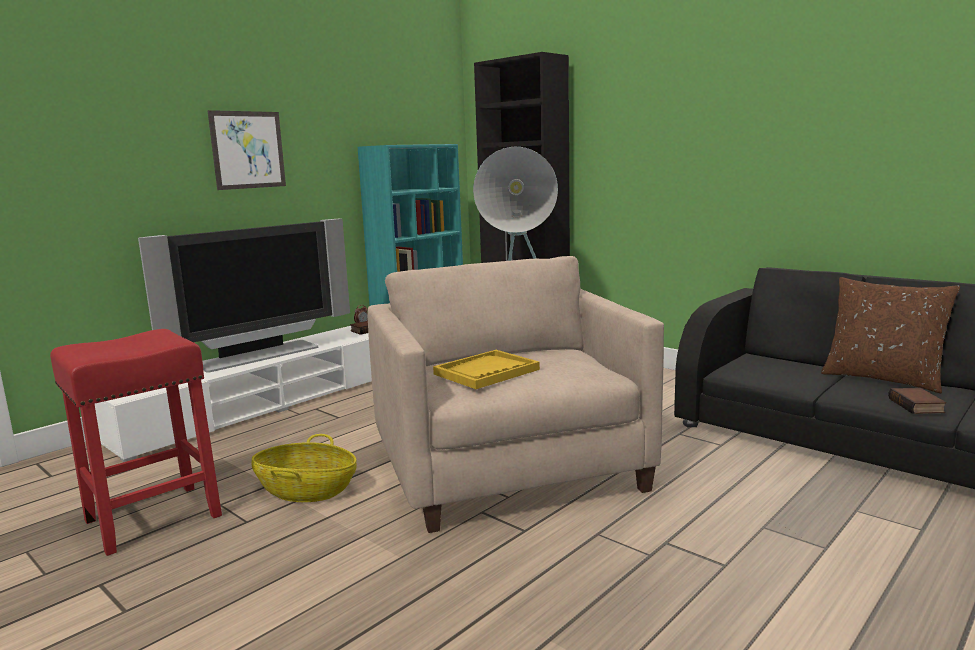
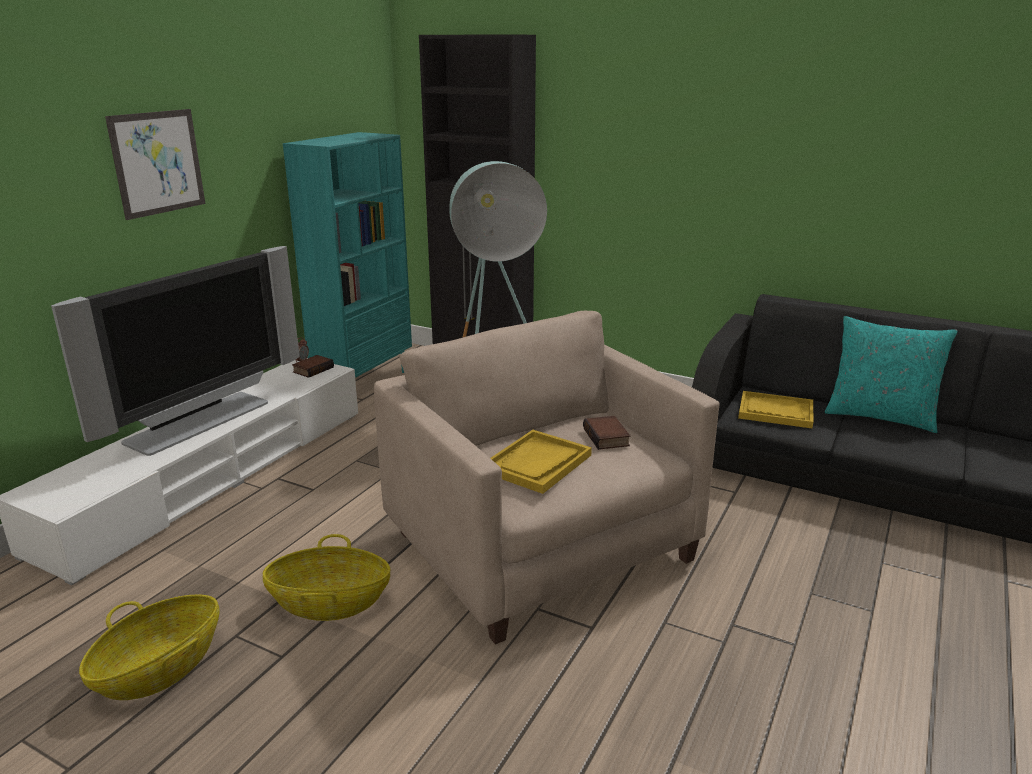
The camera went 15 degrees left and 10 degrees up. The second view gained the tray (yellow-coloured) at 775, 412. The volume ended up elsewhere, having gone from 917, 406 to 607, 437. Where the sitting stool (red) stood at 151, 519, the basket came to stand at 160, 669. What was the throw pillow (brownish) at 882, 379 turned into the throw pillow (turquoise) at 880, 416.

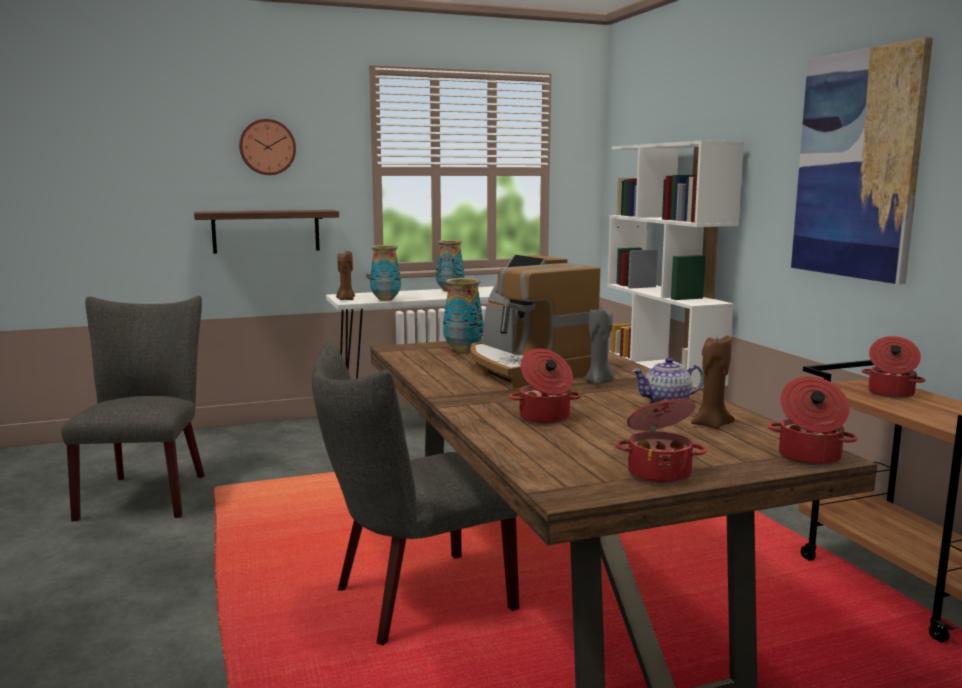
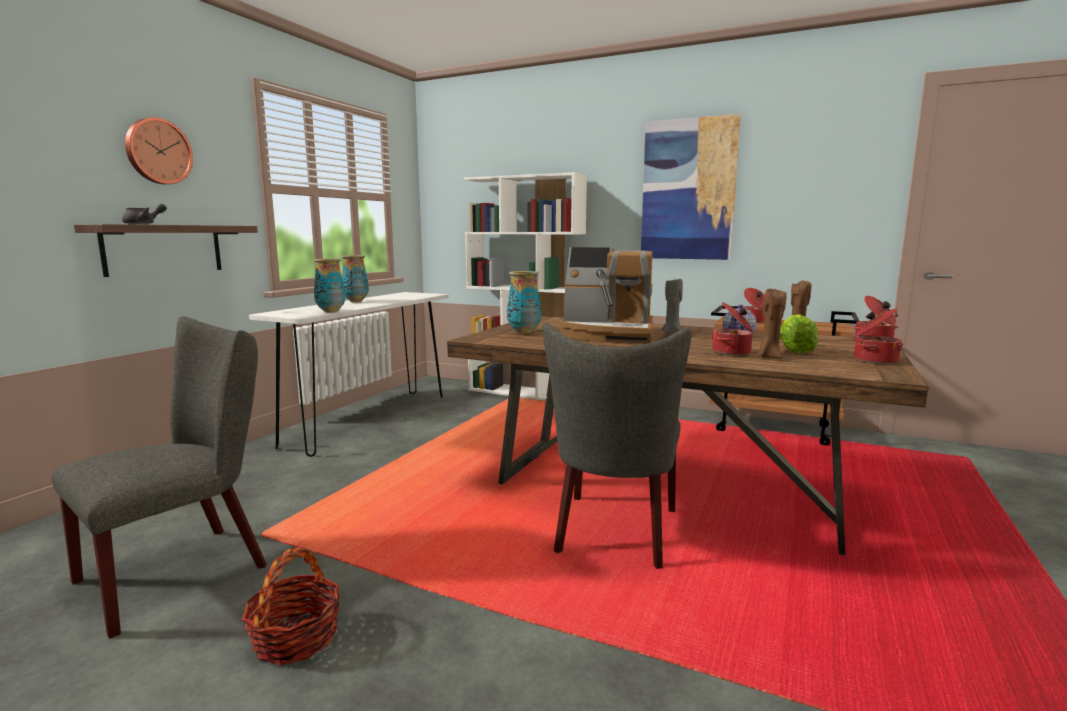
The camera went 45 degrees left and 0 degrees up. The second view gained the teapot (gray) at 144, 224. The second view gained the basket at 296, 638. The second view gained the lettuce head at 794, 351. The candle (brownish) ended up elsewhere, having gone from 345, 299 to 769, 357. The chair (gray) at 147, 493 ended up facing another way, 90 degrees clockwise from before.

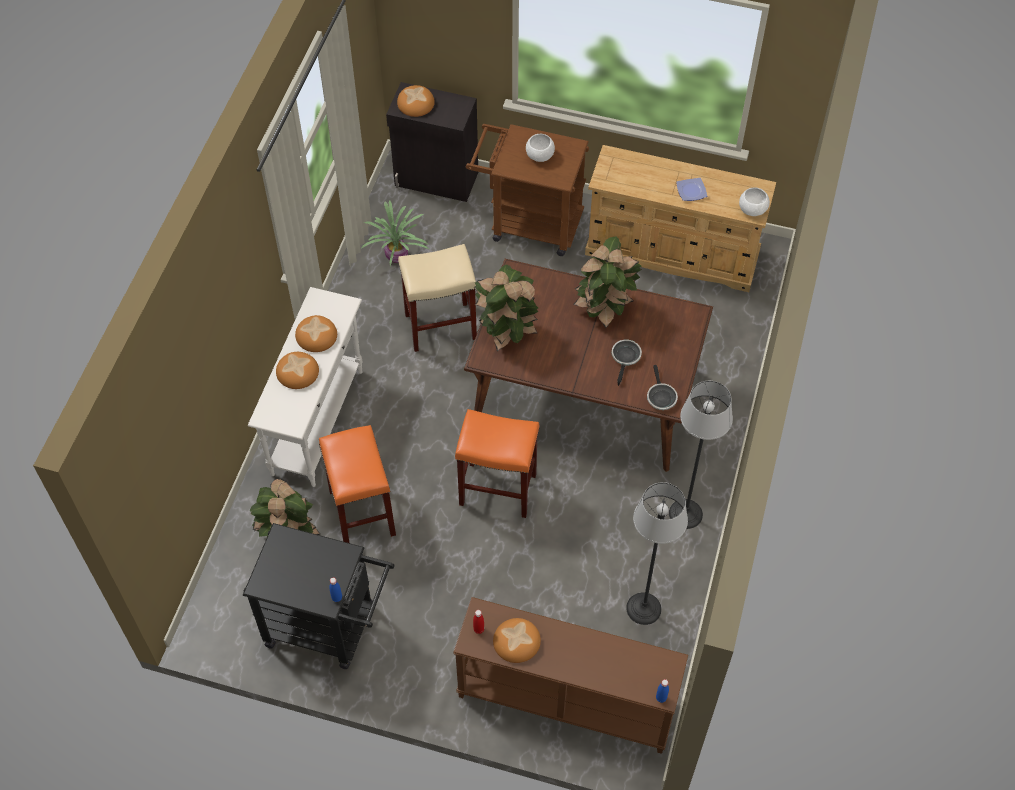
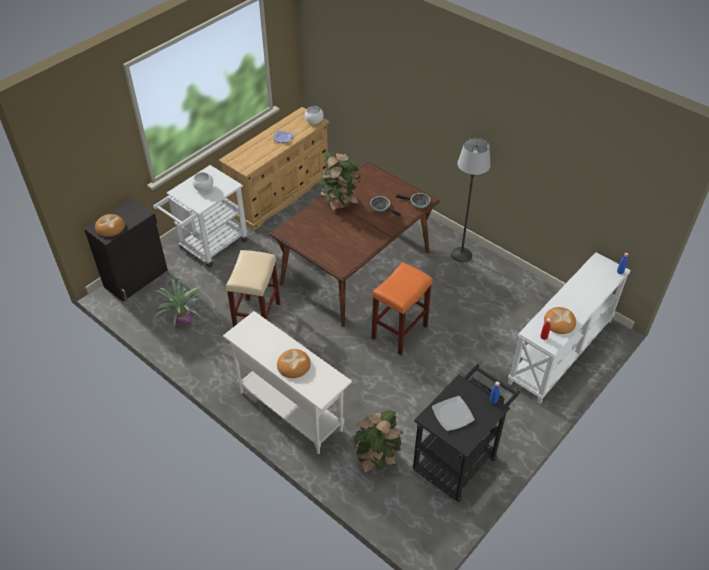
The camera went 65 degrees left and 10 degrees down. The second view lost the baked bread at 317, 336. The second view lost the sitting stool (orange-coloured) at 361, 512. The second view lost the plant in a pot at 506, 331. The second view lost the floor lamp at 643, 608. The second view gained the dinner plate at 452, 415. What was the console table (brownish) at 565, 700 turned into the console table (white) at 561, 352. What was the trolley (brownish) at 528, 223 turned into the trolley (white) at 209, 247.

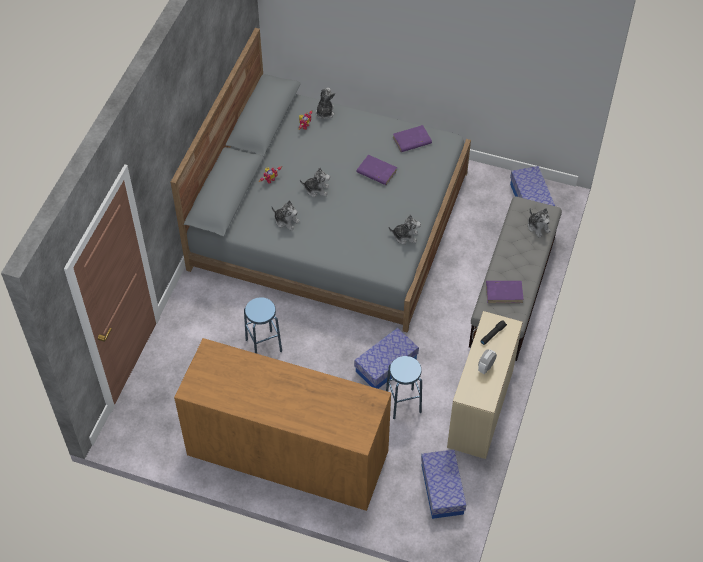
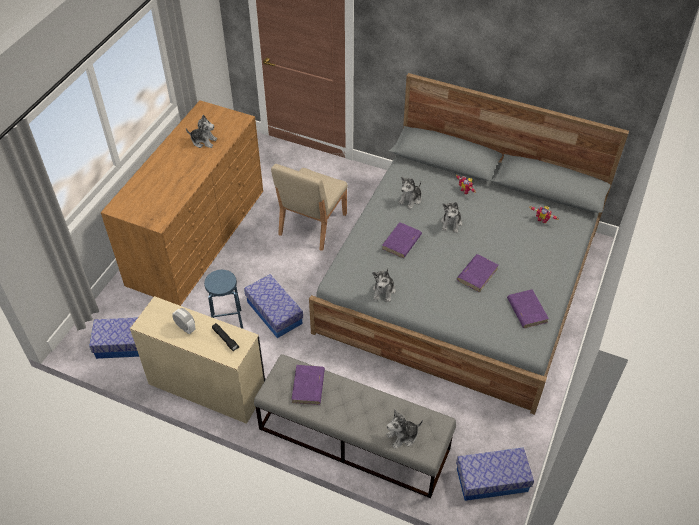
The camera went 95 degrees right and 5 degrees down. The second view gained the volume (purple) at 401, 242. The plush toy ended up elsewhere, having gone from 324, 112 to 203, 141. Where the sitting stool (blue-coloured) stood at 264, 345, the chair (beige) came to stand at 312, 225.

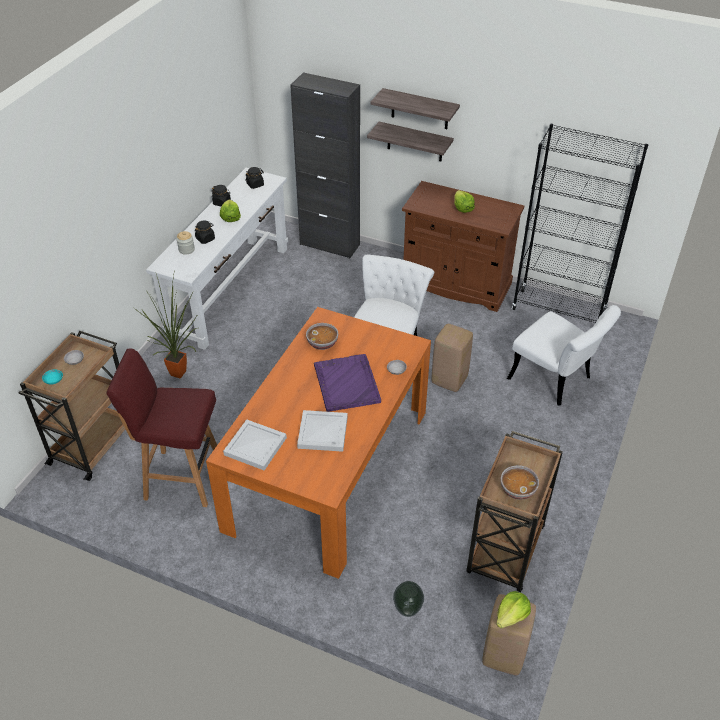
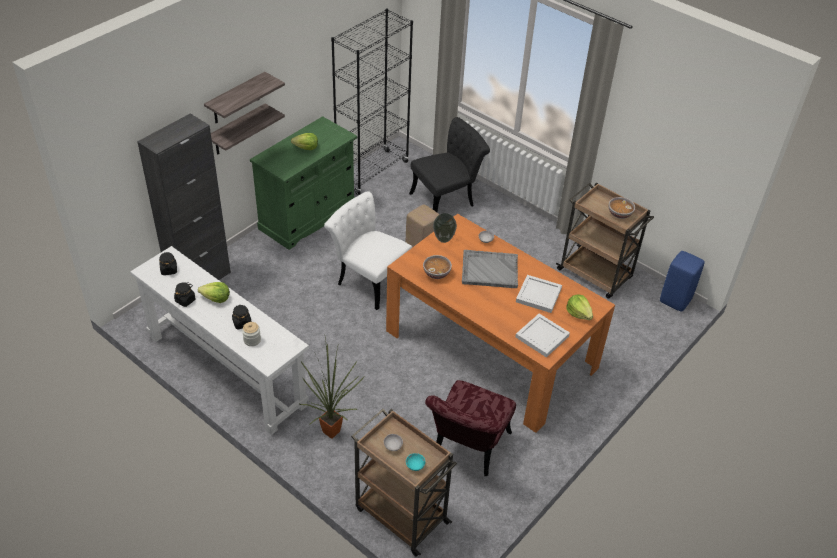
The camera went 75 degrees left and 0 degrees up. The decorative vase ended up elsewhere, having gone from 407, 610 to 444, 239. The lettuce head ended up elsewhere, having gone from 511, 616 to 578, 313. Where the sitting stool (red) stood at 181, 477, the chair (red) came to stand at 468, 450. What was the tray (purple) at 346, 383 turned into the tray (gray) at 489, 270. What was the storage cabinet (brownish) at 456, 284 turned into the storage cabinet (greenish) at 308, 216. What was the sitting stool (beige) at 504, 655 turned into the sitting stool (blue-coloured) at 675, 300. What was the chair (white) at 555, 381 turned into the chair (black-coloured) at 447, 199.

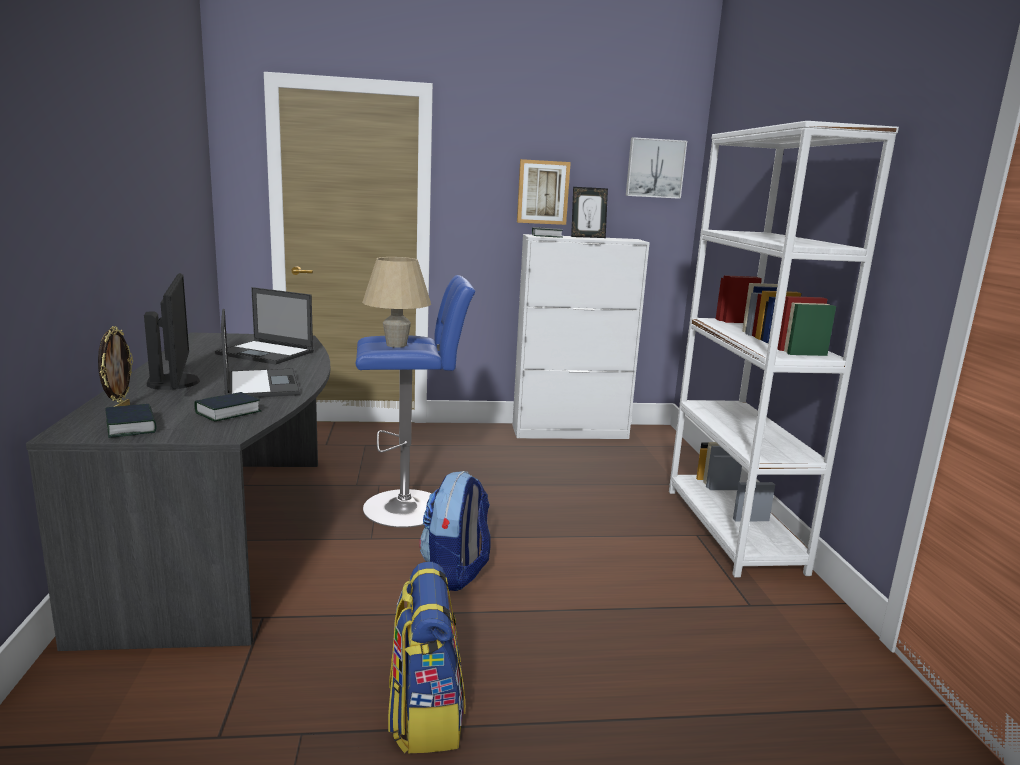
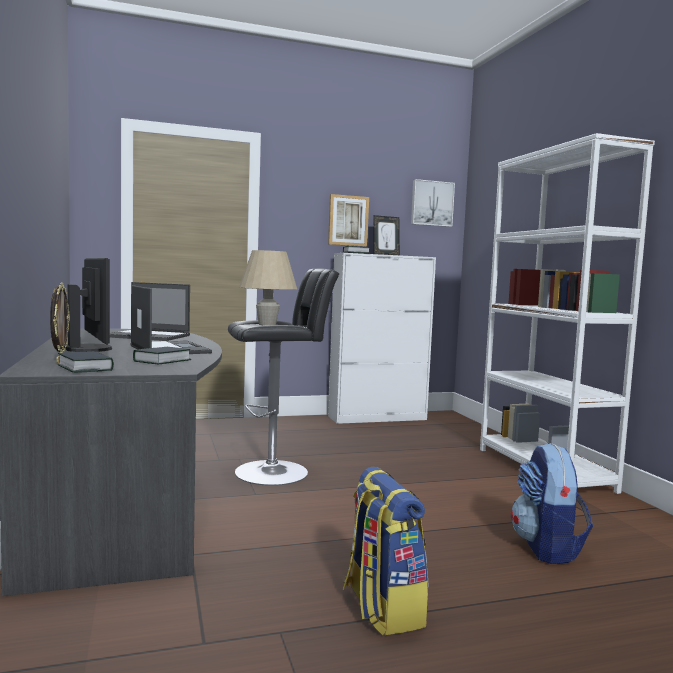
The camera went 10 degrees left and 10 degrees down. The backpack ended up elsewhere, having gone from 455, 573 to 547, 548. What was the sitting stool (blue-coloured) at 411, 507 turned into the sitting stool (black-coloured) at 277, 471.

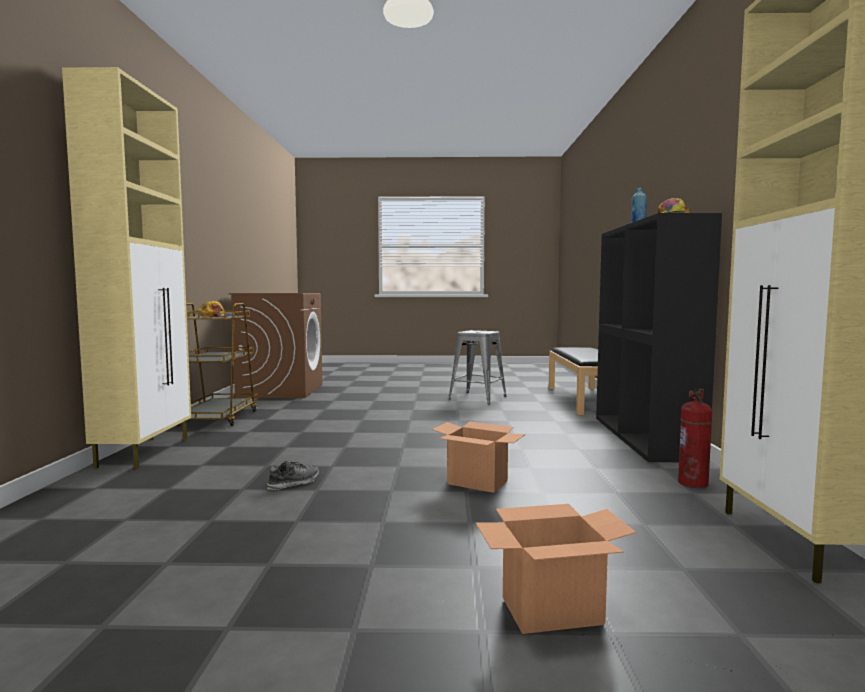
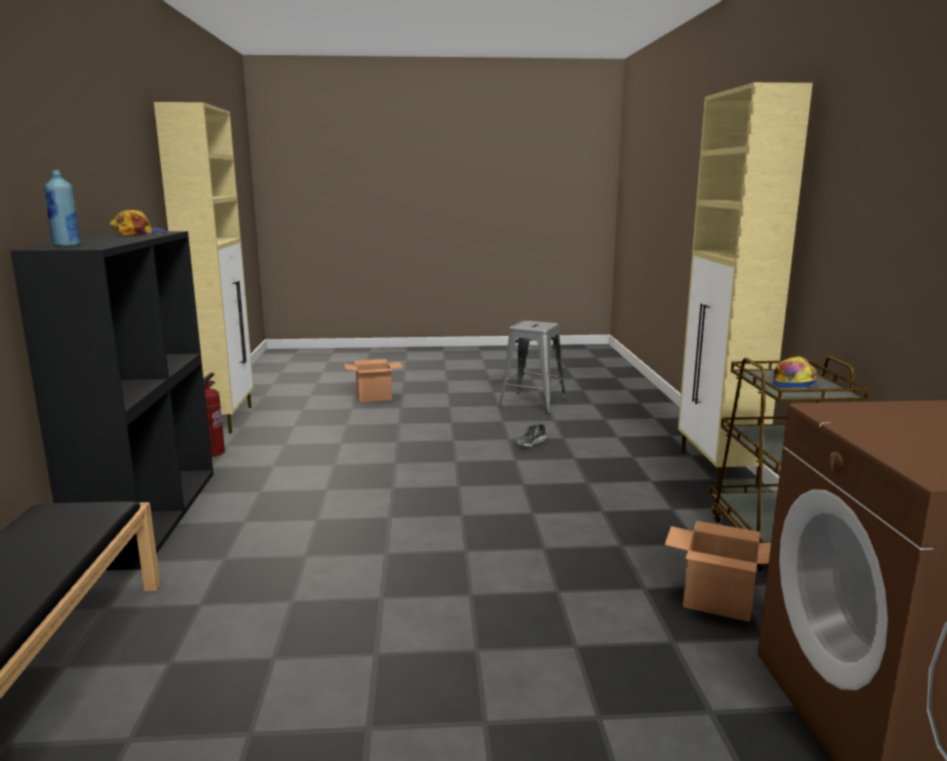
The camera went 175 degrees right and 10 degrees up. The carton ended up elsewhere, having gone from 478, 482 to 717, 602. The sitting stool (gray) ended up elsewhere, having gone from 477, 398 to 532, 403.

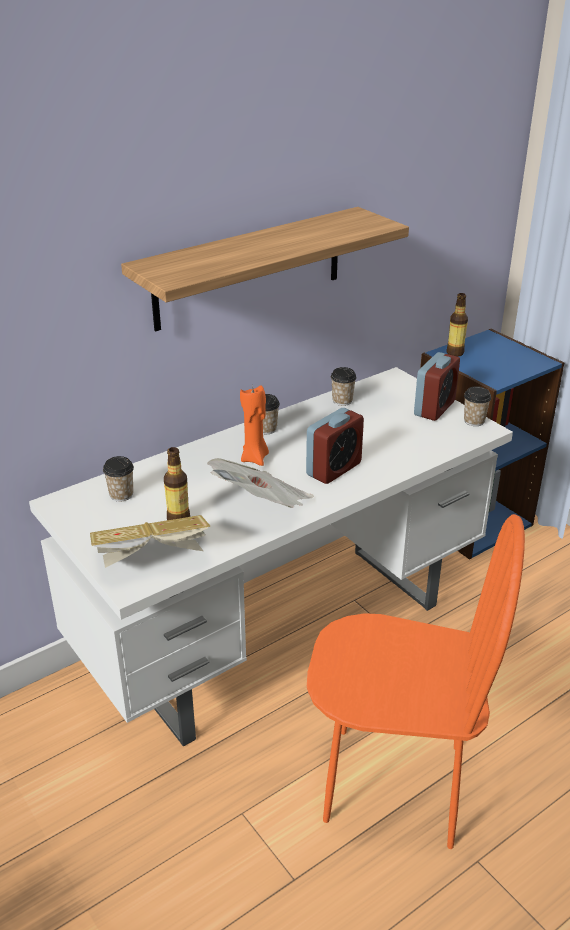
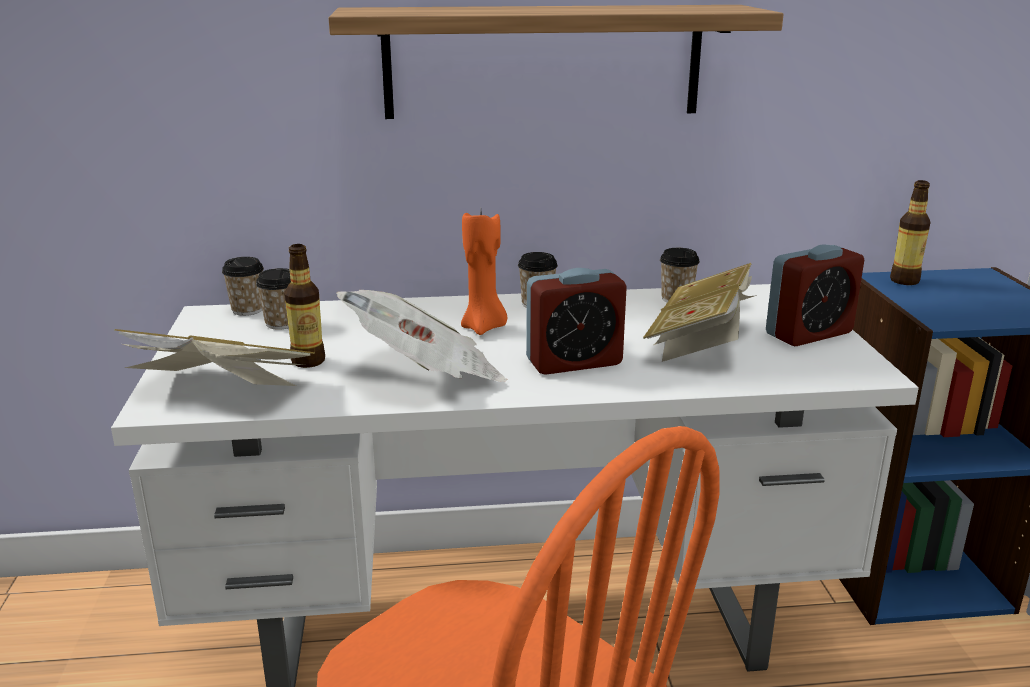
The camera went 30 degrees right and 10 degrees down. The second view gained the volume at 701, 342. The small cup ended up elsewhere, having gone from 474, 421 to 247, 310.

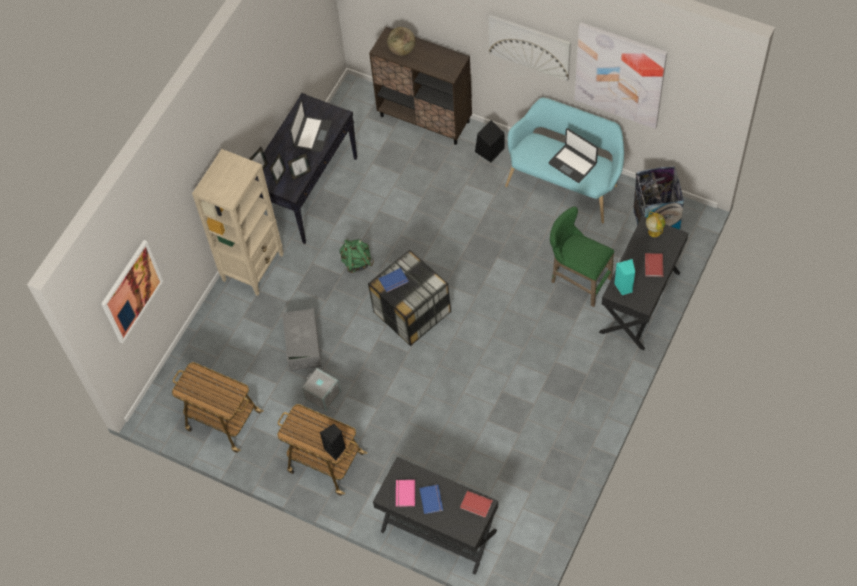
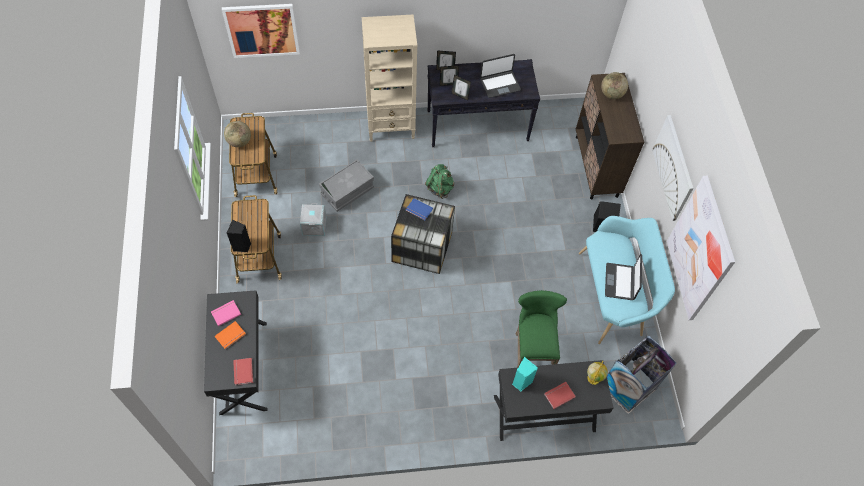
The camera went 50 degrees right and 0 degrees up. The second view gained the desk globe at 239, 141. What was the volume (blue-coloured) at 432, 499 turned into the volume (orange-coloured) at 231, 336.

